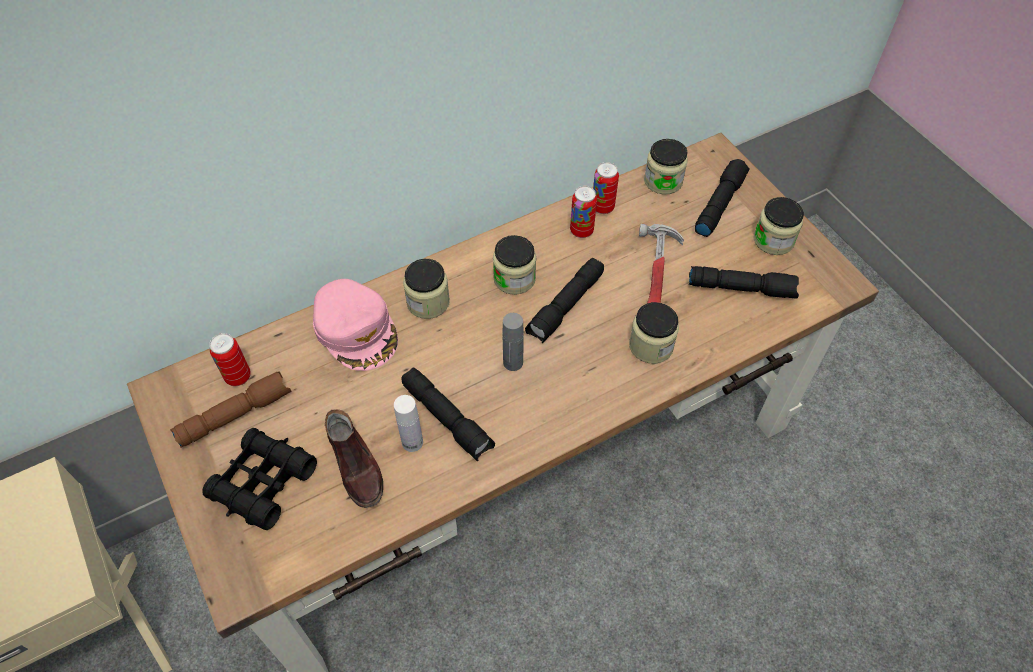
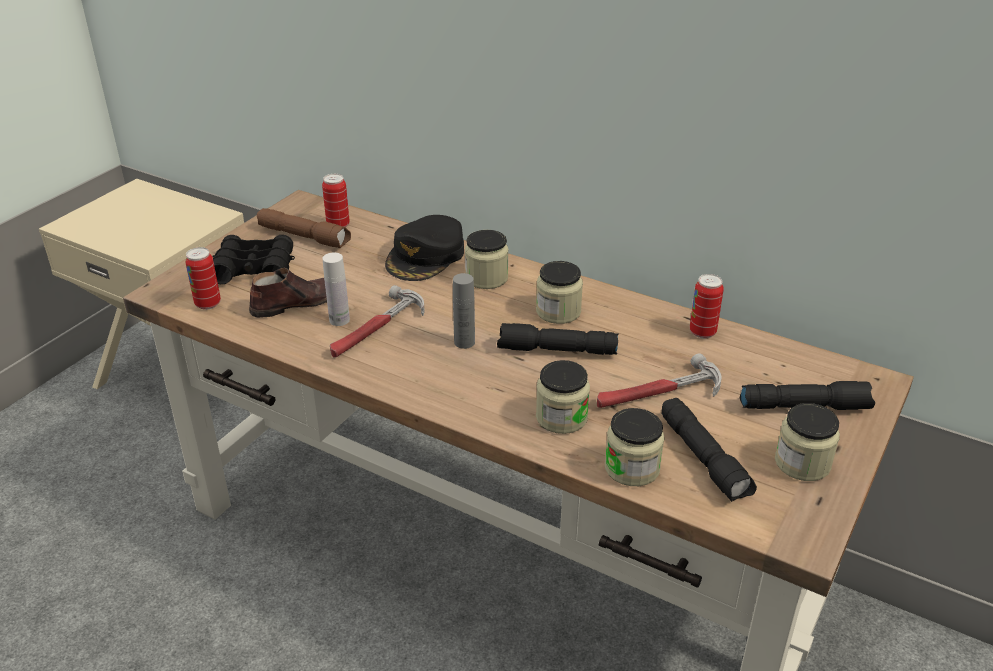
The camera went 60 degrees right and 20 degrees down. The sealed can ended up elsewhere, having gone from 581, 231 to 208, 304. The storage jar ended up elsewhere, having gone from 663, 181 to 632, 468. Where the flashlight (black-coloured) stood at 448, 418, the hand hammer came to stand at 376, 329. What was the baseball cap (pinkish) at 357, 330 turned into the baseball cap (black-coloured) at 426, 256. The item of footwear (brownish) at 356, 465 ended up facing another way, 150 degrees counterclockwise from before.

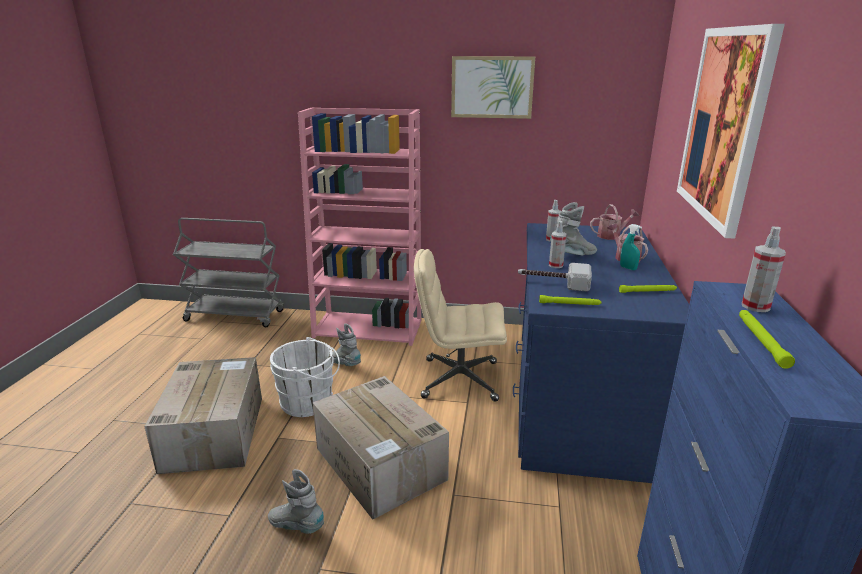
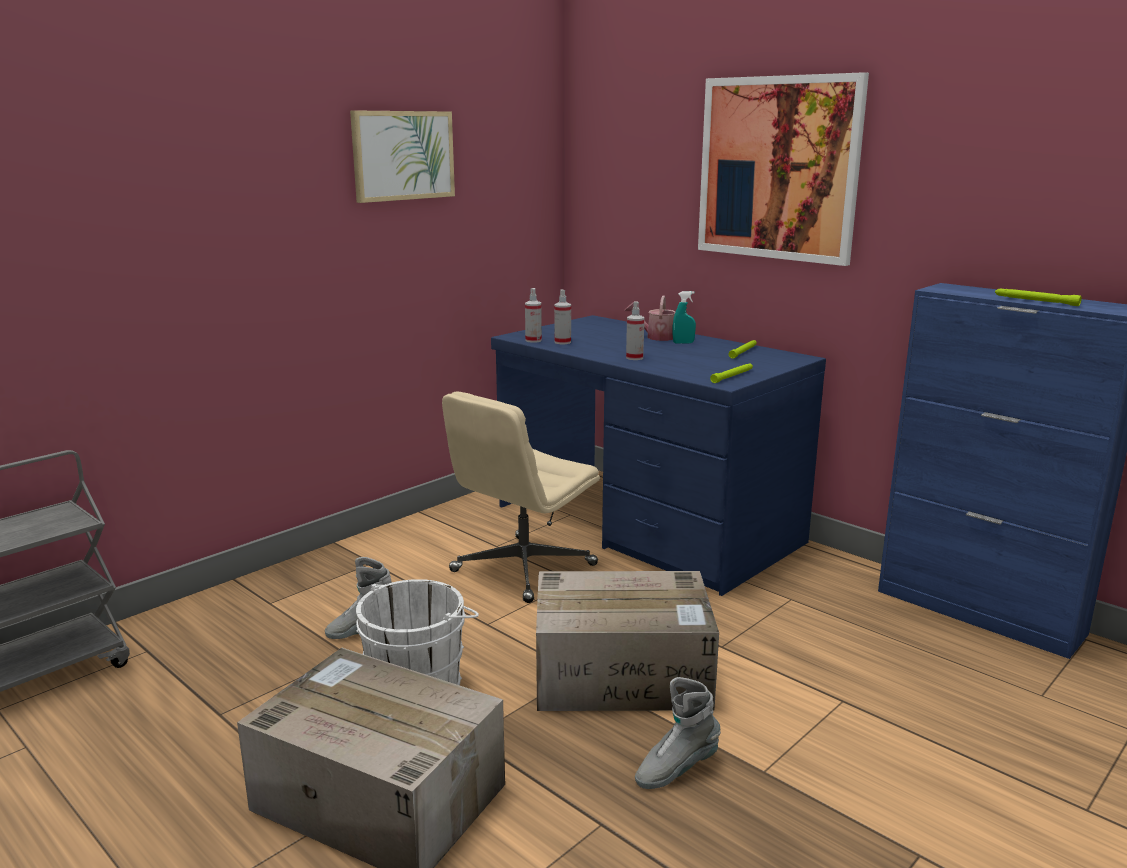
The camera went 55 degrees left and 5 degrees down. The second view lost the bookcase (pinkish) at 369, 328. The second view lost the hand hammer at 553, 282. The second view lost the tall boot (gray) at 573, 255. The second view lost the watering can at 611, 236. The hand sprayer ended up elsewhere, having gone from 755, 306 to 533, 340.

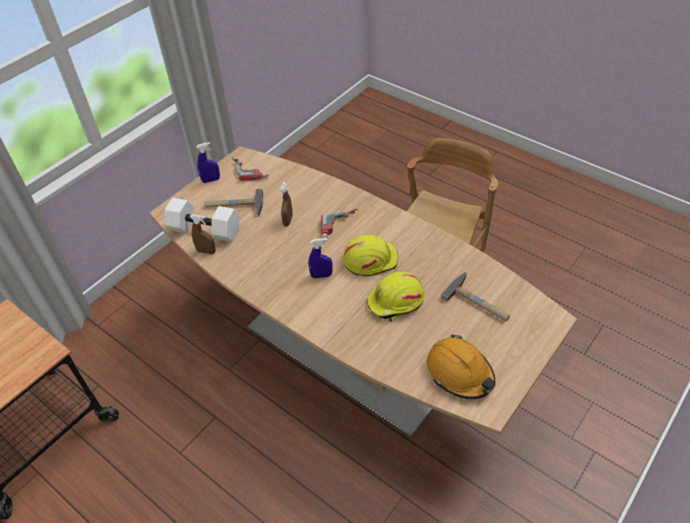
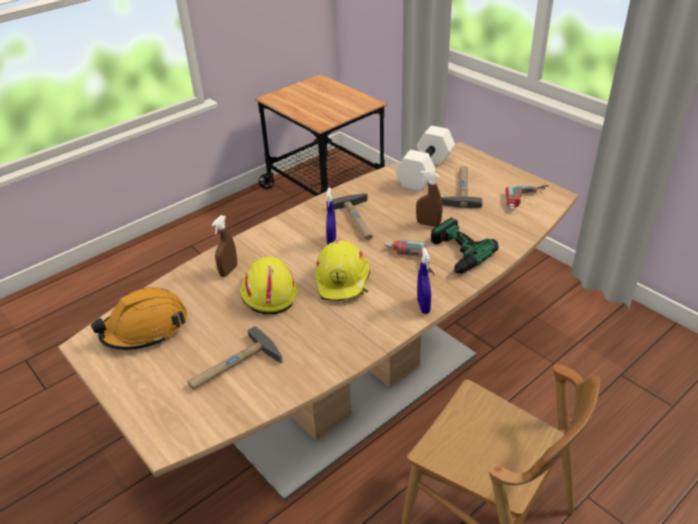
The camera went 100 degrees right and 10 degrees down. The second view gained the hand hammer at 358, 220. The second view gained the drill at 451, 256. The hand sprayer (brownish) ended up elsewhere, having gone from 206, 251 to 228, 271. The hand sprayer (blue-coloured) ended up elsewhere, having gone from 211, 180 to 423, 306.

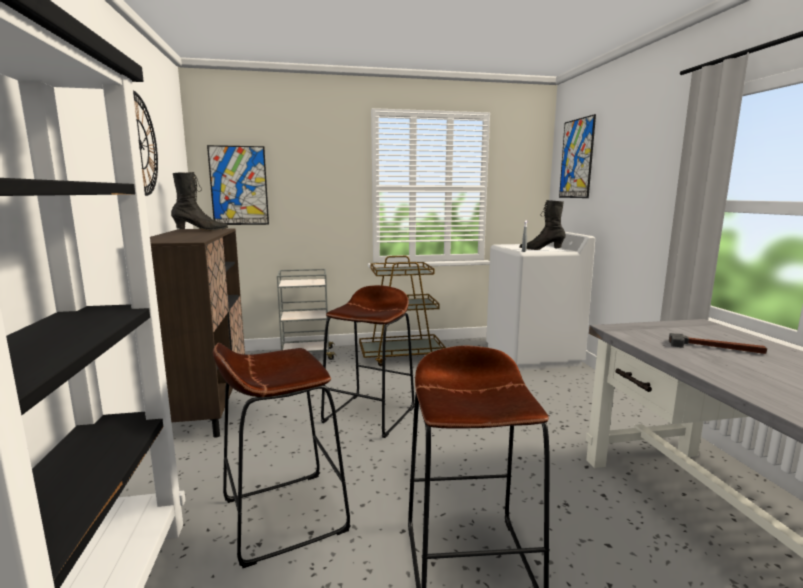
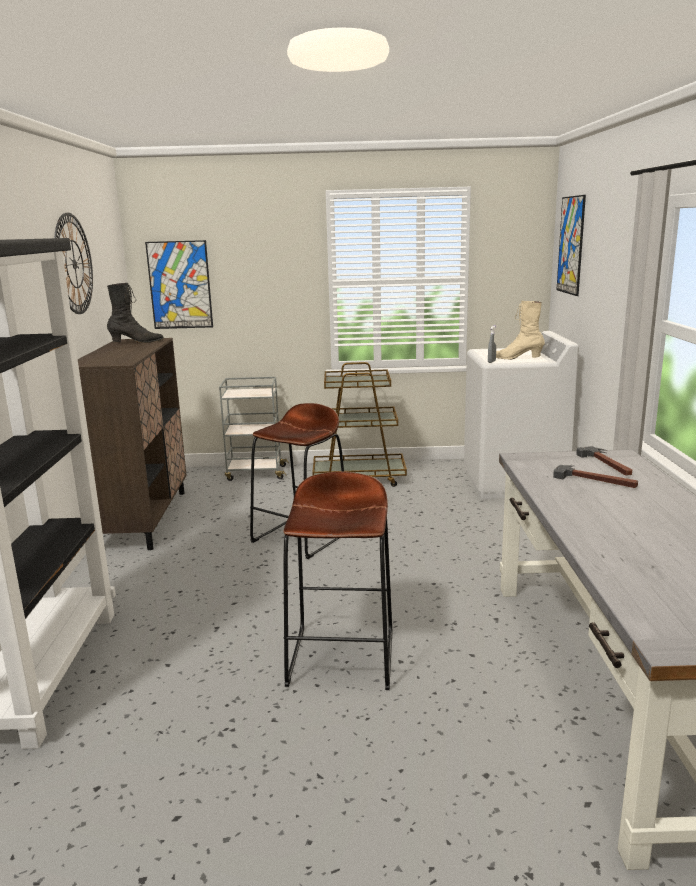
The camera went 10 degrees right and 5 degrees up. The second view lost the sitting stool (brownish) at 284, 515. The second view gained the hand hammer at 607, 464. What was the tall boot (black-coloured) at 541, 249 turned into the tall boot (beige) at 517, 358.

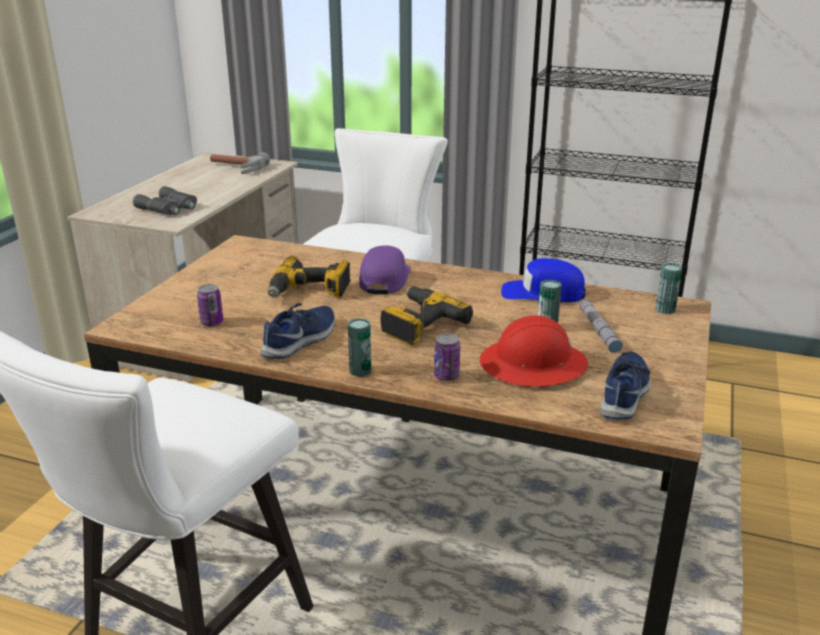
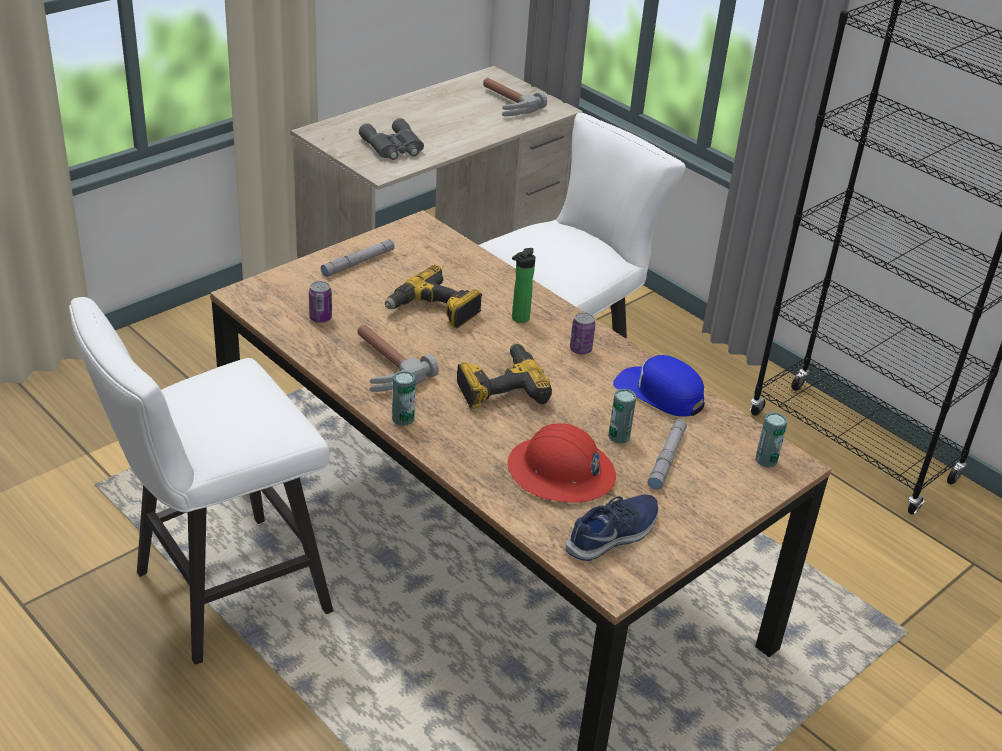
The camera went 25 degrees right and 10 degrees up. The second view gained the flashlight (gray) at 358, 262. The sealed can ended up elsewhere, having gone from 446, 376 to 580, 349. Where the item of footwear (blue-coloured) stood at 301, 340, the hand hammer came to stand at 380, 366. Where the baseball cap (purple) stood at 384, 279, the drink bottle came to stand at 518, 319.

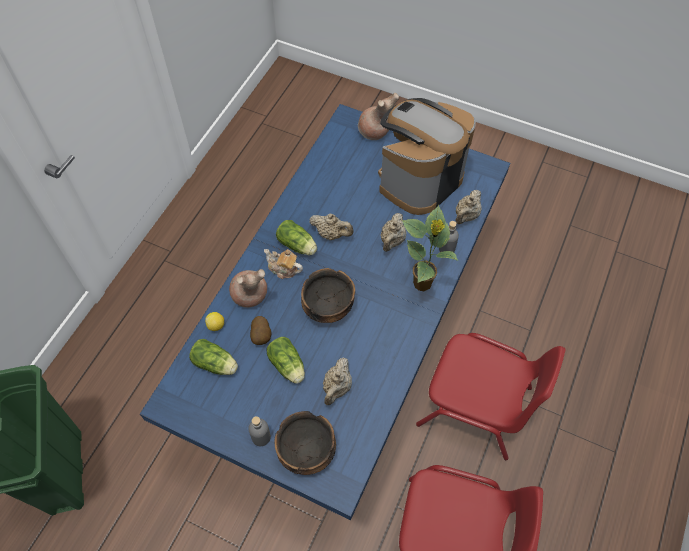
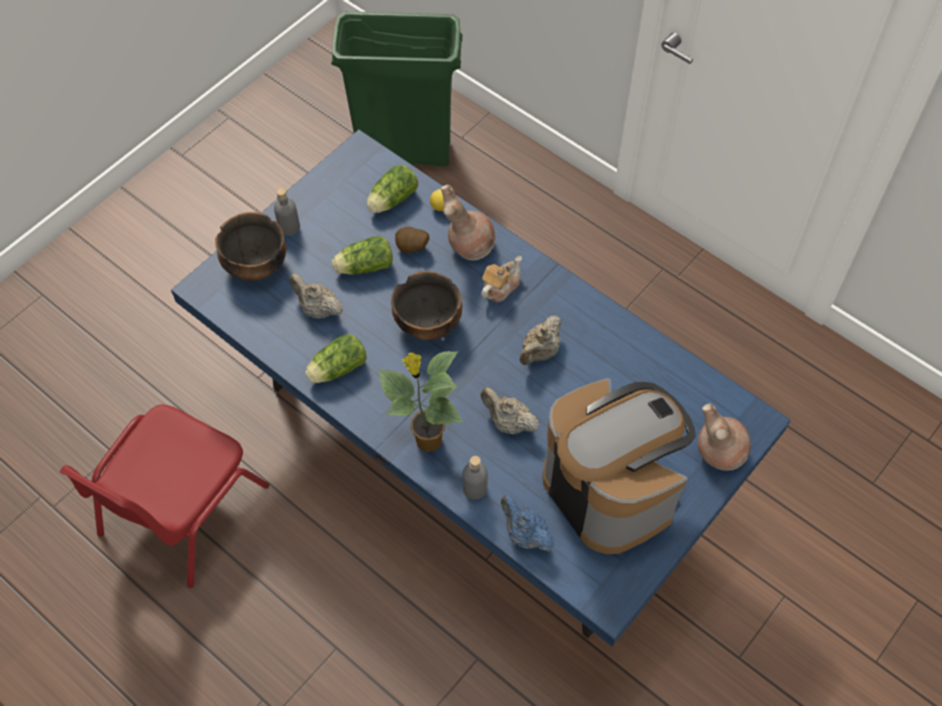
The camera went 105 degrees right and 0 degrees up. The second view lost the chair (red) at 476, 406. The lettuce head ended up elsewhere, having gone from 298, 246 to 336, 369. What was the teapot (beige) at 466, 216 turned into the teapot (blue-coloured) at 524, 534.

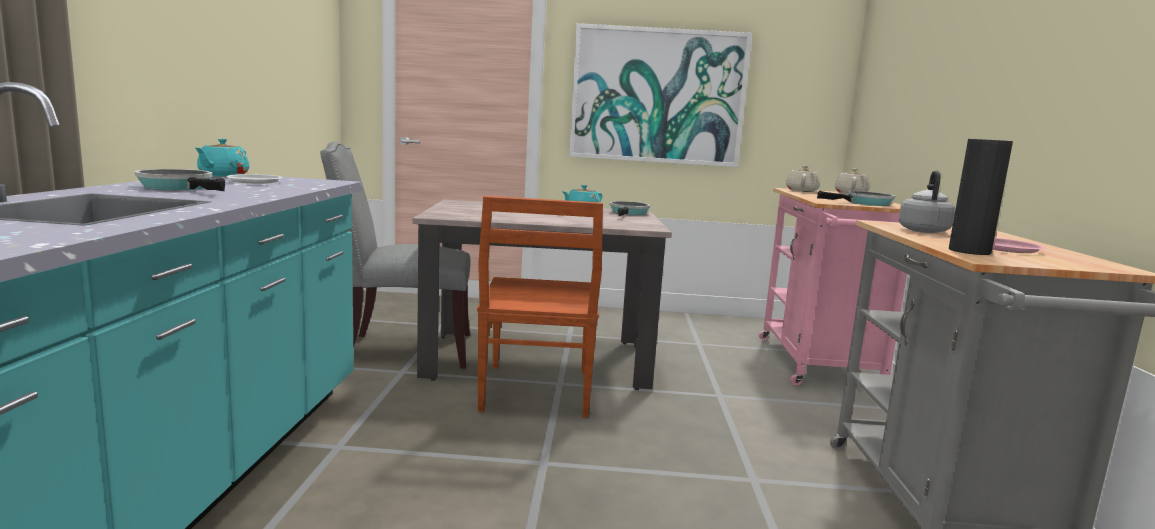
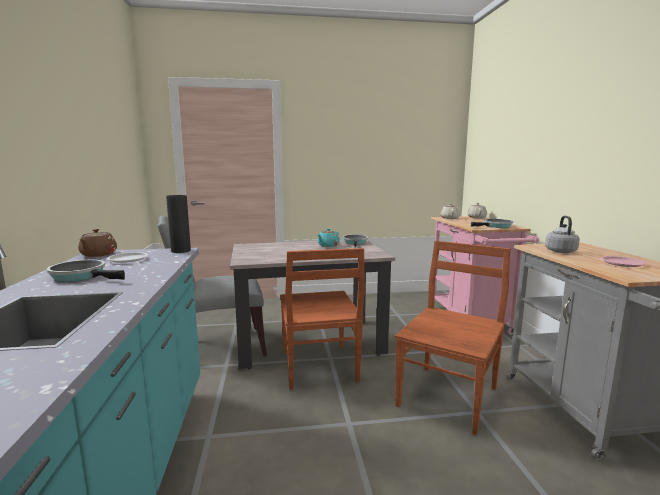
The camera went 10 degrees left and 0 degrees up. The second view lost the wall art at 657, 96. The second view gained the chair (brownish) at 449, 395. The decorative vase (black-coloured) ended up elsewhere, having gone from 969, 251 to 181, 250. What was the teapot (turquoise) at 223, 175 turned into the teapot (brownish) at 98, 255.

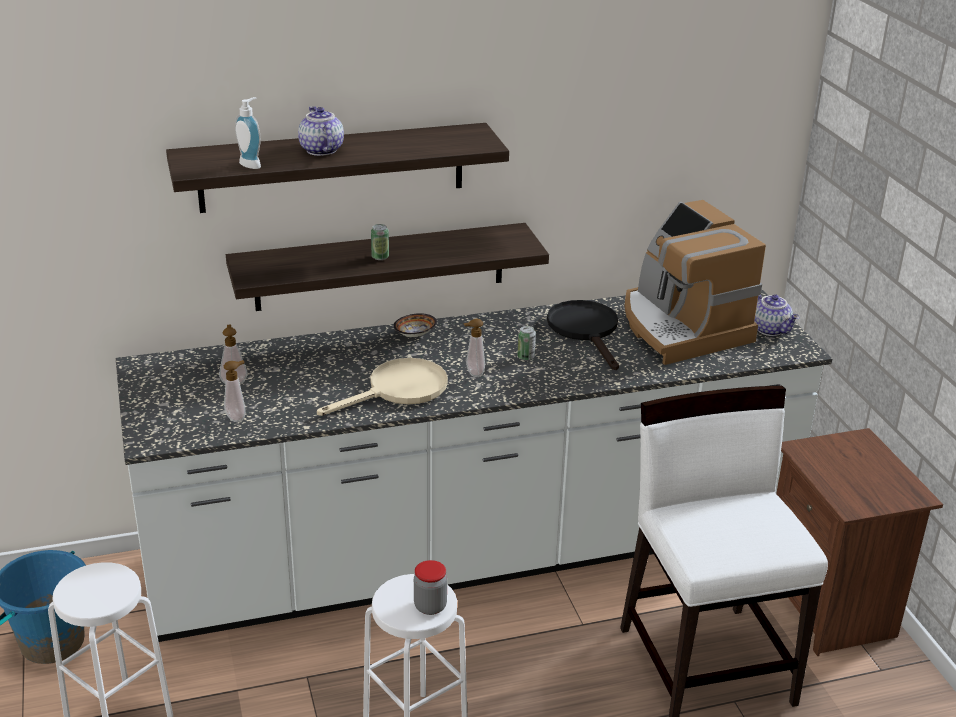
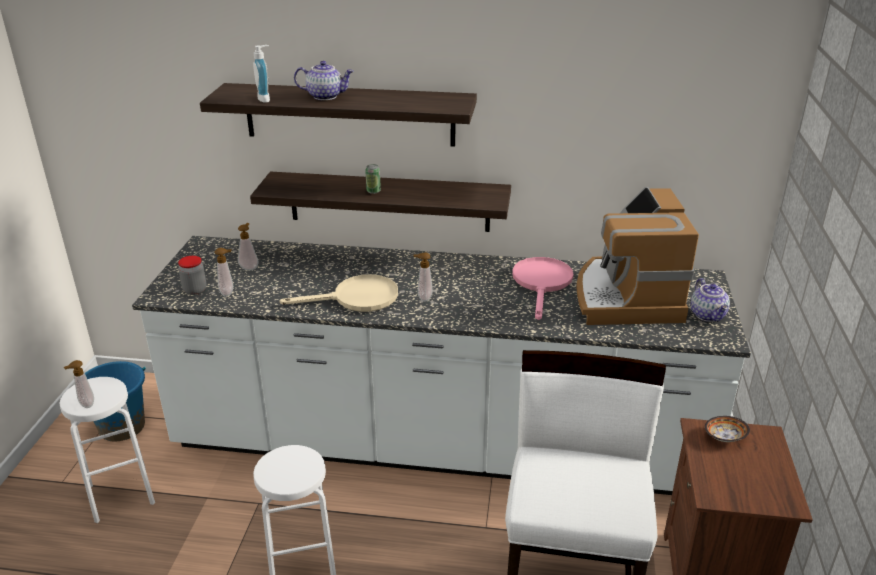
The camera went 25 degrees right and 0 degrees up. The second view lost the sealed can at 525, 357. The second view gained the liquid soap bottle at 85, 405. The deep dish ended up elsewhere, having gone from 416, 334 to 726, 438. The storage jar ended up elsewhere, having gone from 430, 606 to 195, 290. What was the pan (black-coloured) at 586, 330 turned into the pan (pinkish) at 542, 283. The teapot at 320, 150 ended up facing another way, 90 degrees clockwise from before.

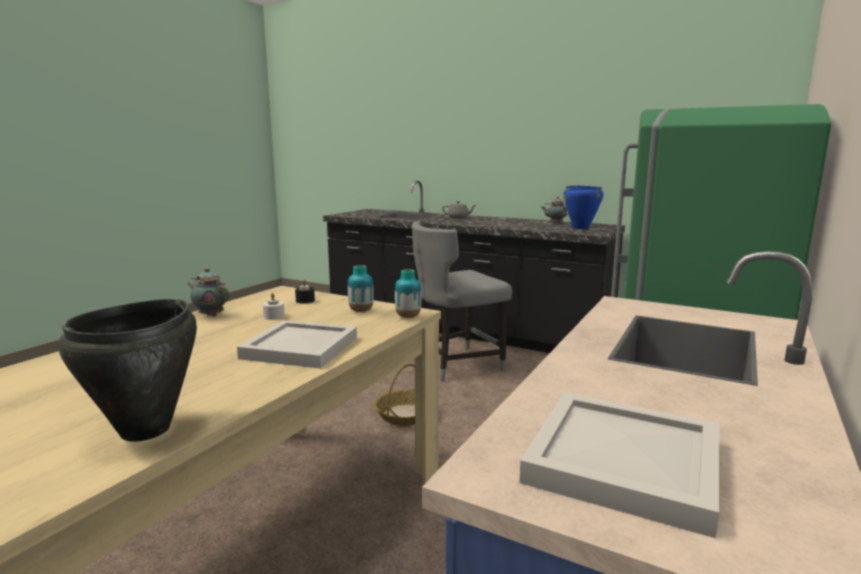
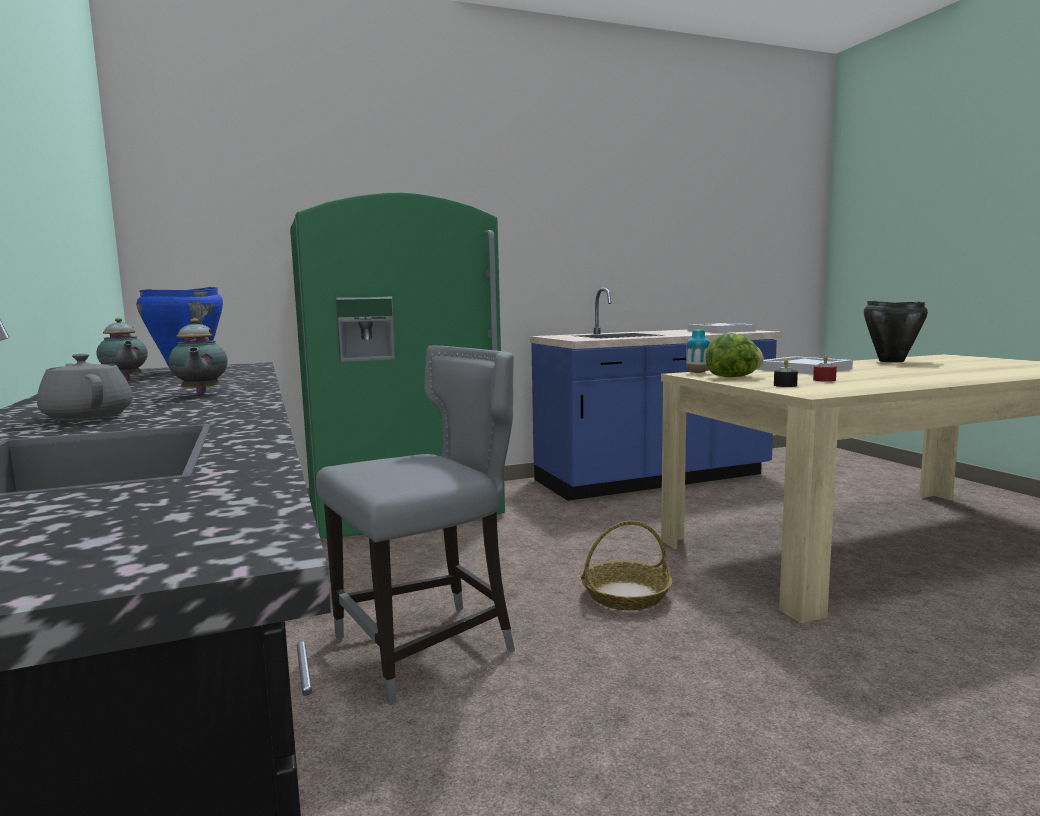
The camera went 140 degrees left and 5 degrees down. The teapot ended up elsewhere, having gone from 210, 315 to 200, 394. Where the decorative vase stood at 361, 311, the lettuce head came to stand at 733, 377. What was the candle (white) at 274, 316 turned into the candle (red) at 824, 380. The chair (gray) at 456, 364 ended up facing another way, 45 degrees counterclockwise from before.

